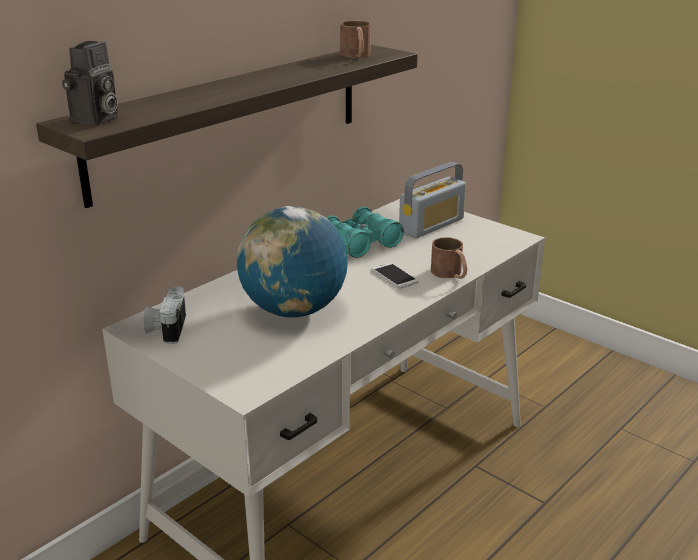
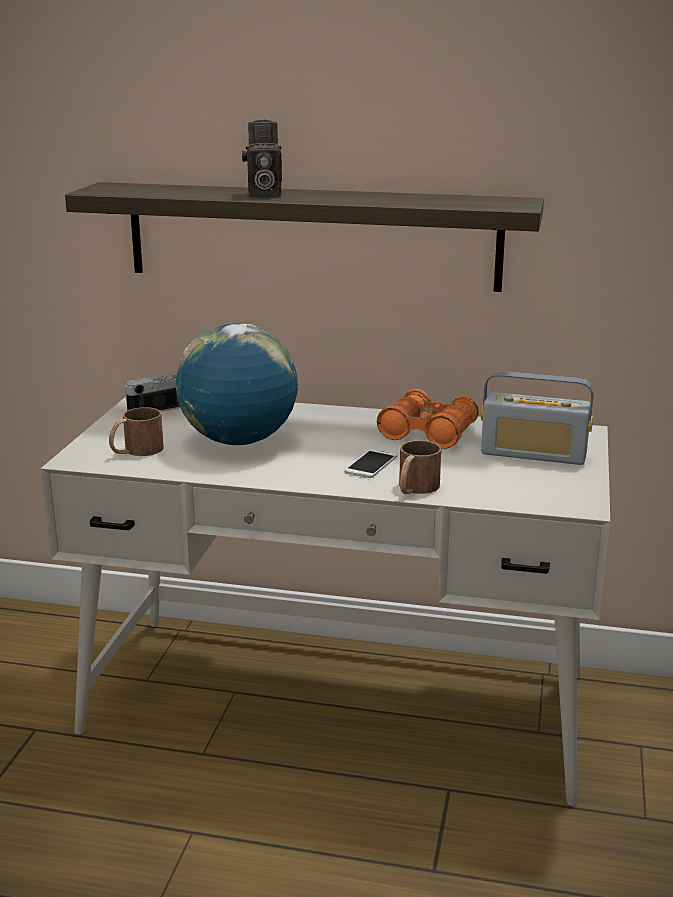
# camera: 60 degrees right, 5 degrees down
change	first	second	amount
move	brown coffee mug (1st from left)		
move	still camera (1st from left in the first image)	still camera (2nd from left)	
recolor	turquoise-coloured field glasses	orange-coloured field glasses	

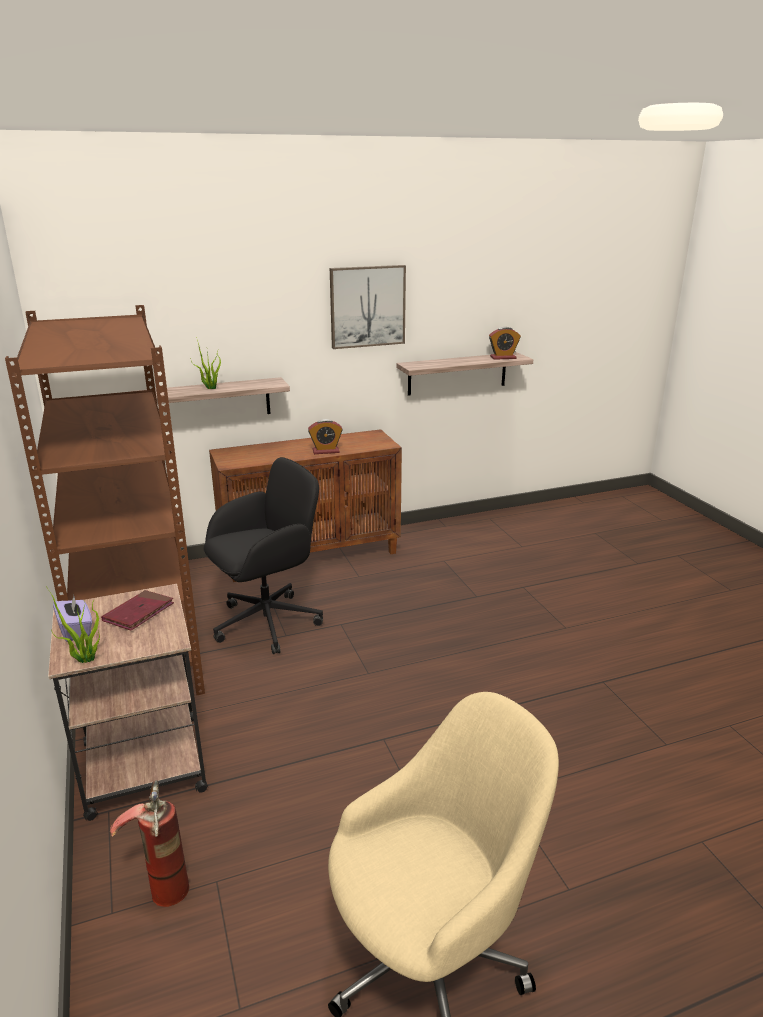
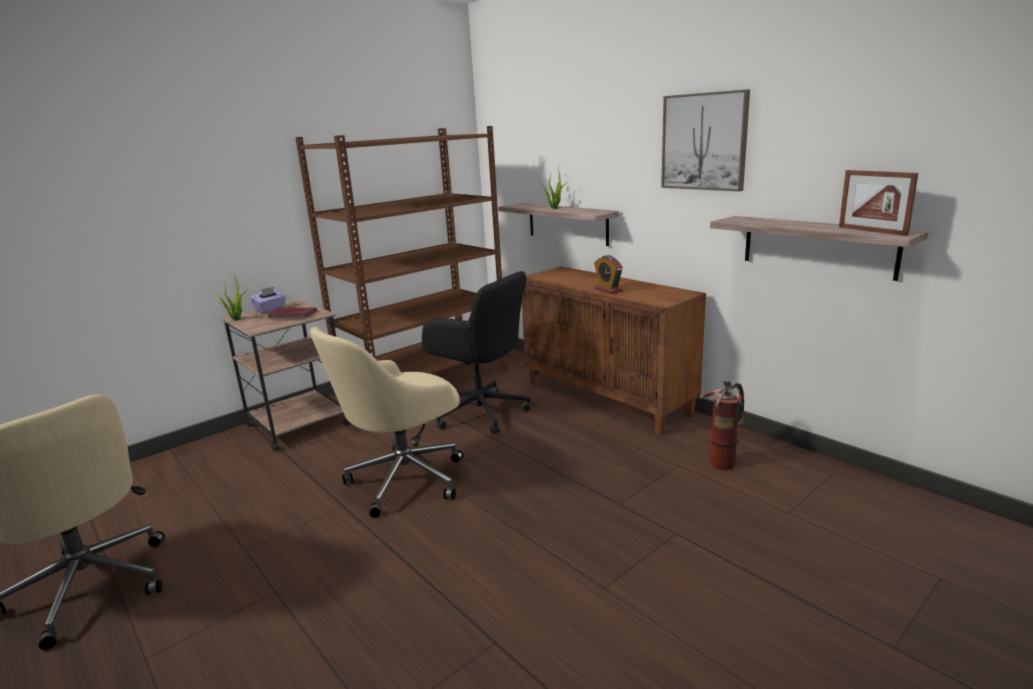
# camera: 70 degrees right, 5 degrees down
change	first	second	amount
replace	bedside clock (2nd from left)	photo frame	
move	extinguisher		
insert		beige-coloured desk chair (2nd from left)	

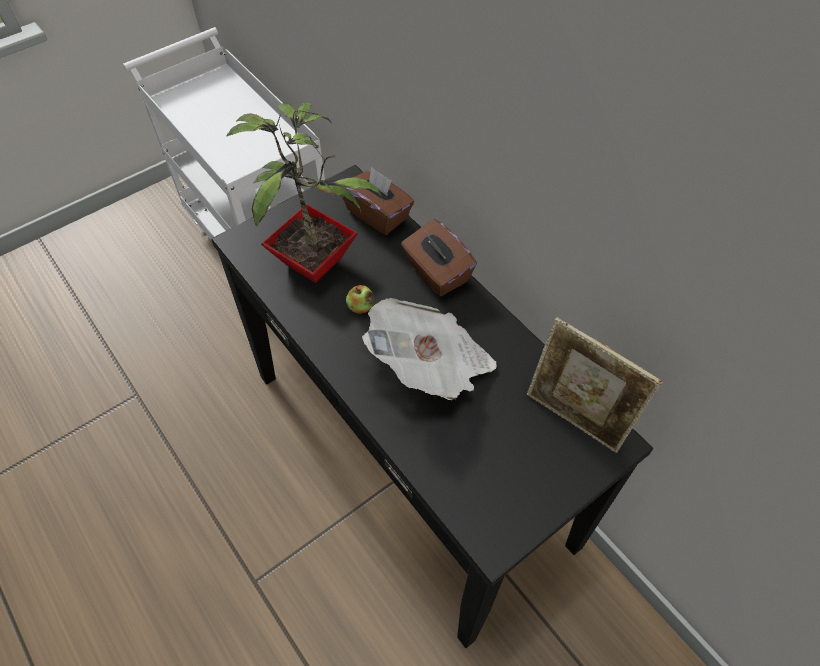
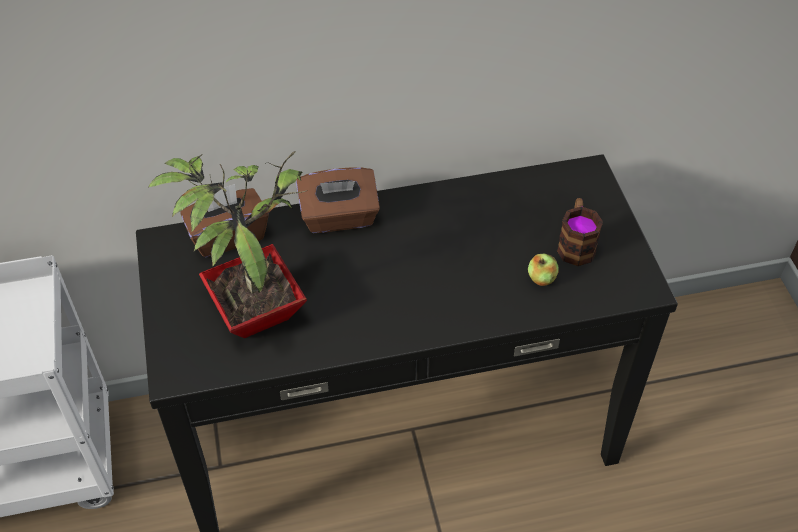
# camera: 65 degrees left, 5 degrees down
change	first	second	amount
move	whole apple		
delete	printed paper		
delete	photo frame		
insert		coffee mug	

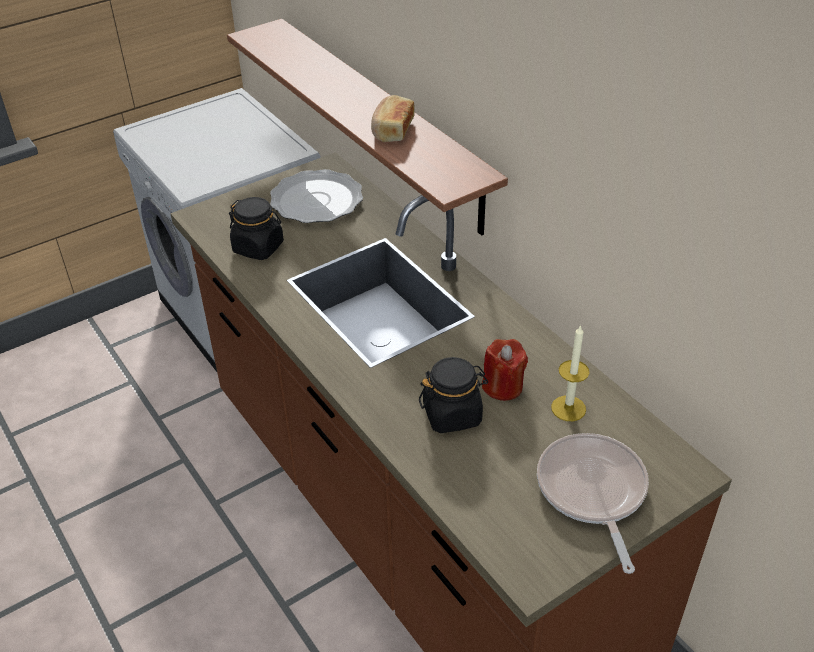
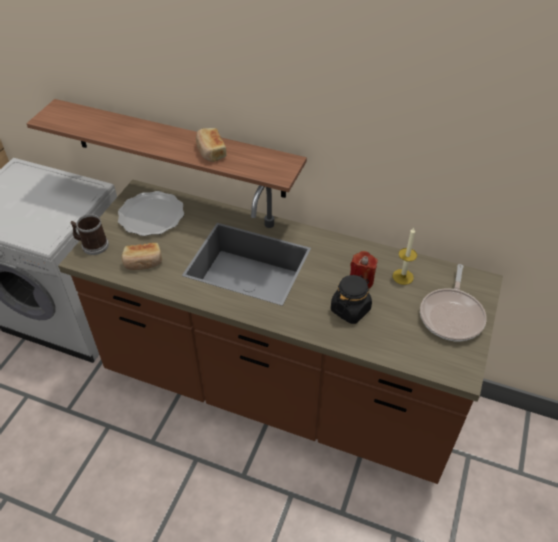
# camera: 35 degrees left, 5 degrees up
change	first	second	amount
replace	black preserve jar (1st from left)	baked bread (1st from left)	
rotate	frying pan		120 degrees counterclockwise
insert		coffee mug	

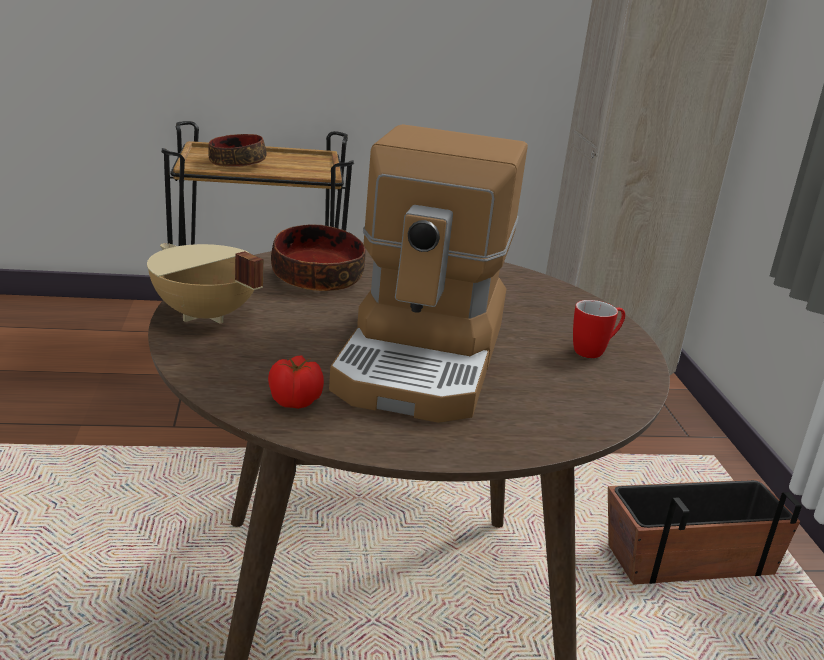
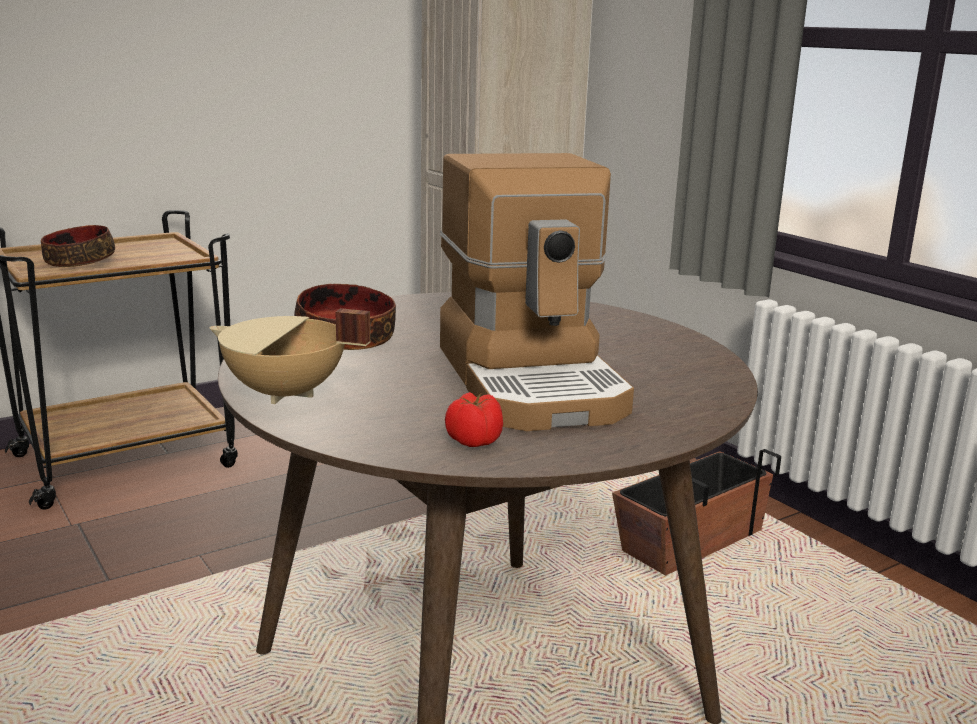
# camera: 25 degrees left, 5 degrees down
change	first	second	amount
delete	coffee mug		

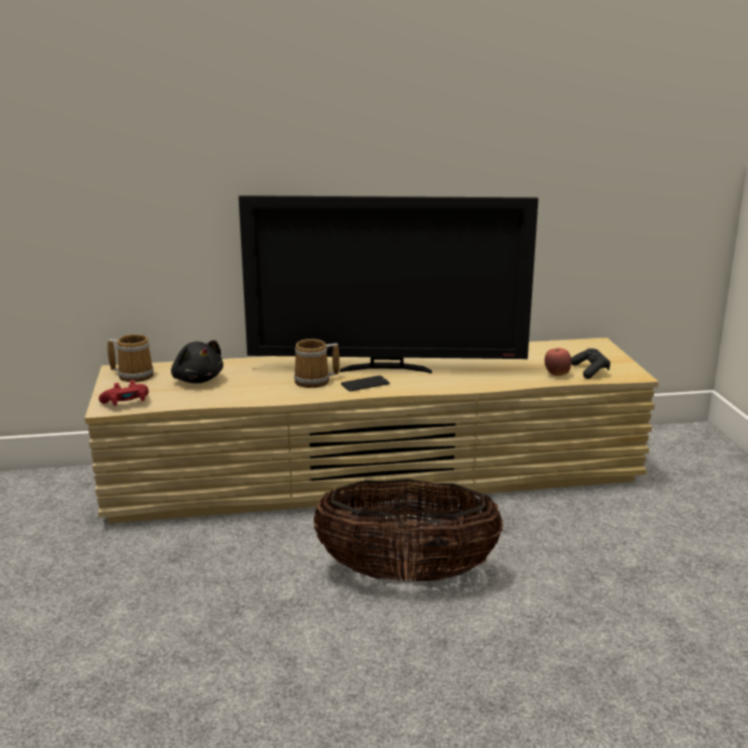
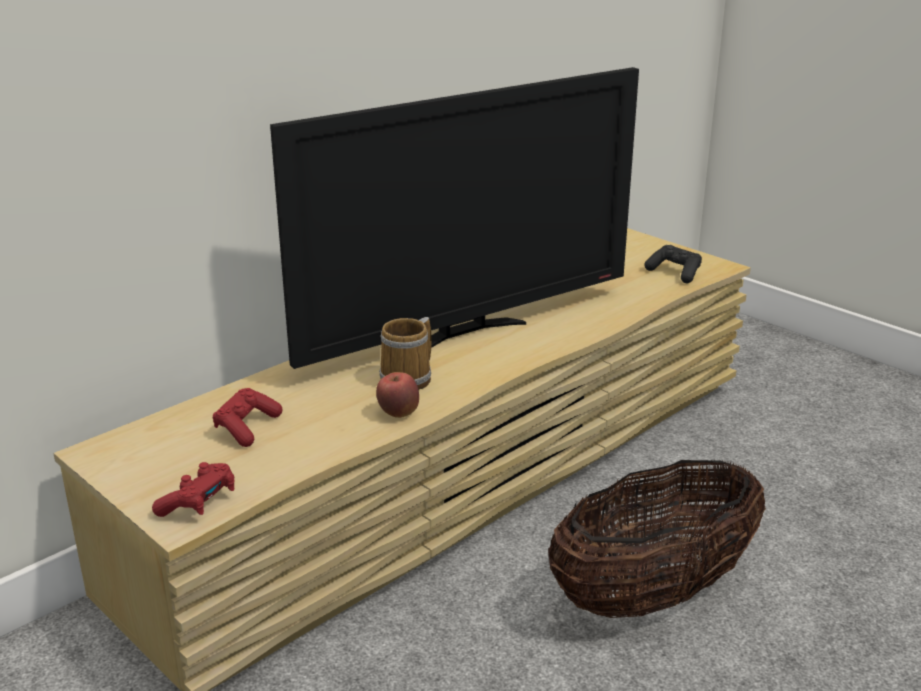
# camera: 35 degrees left, 5 degrees up
change	first	second	amount
delete	coffee mug (1st from left)		
replace	black soft toy	red joypad (2nd from left)	
move	whole apple		
delete	handset		

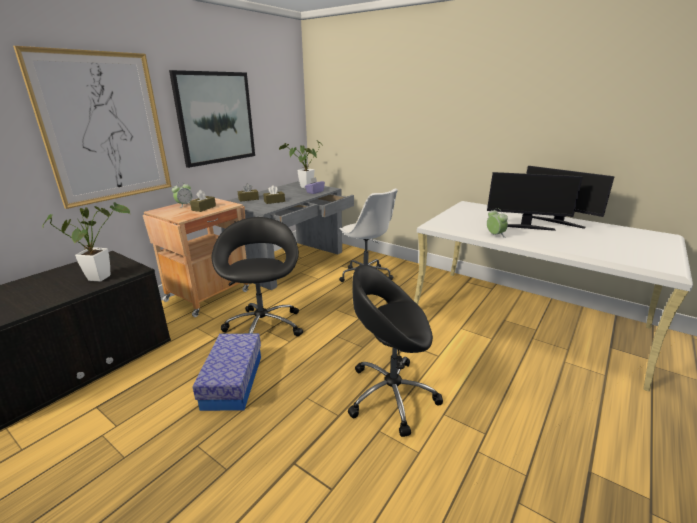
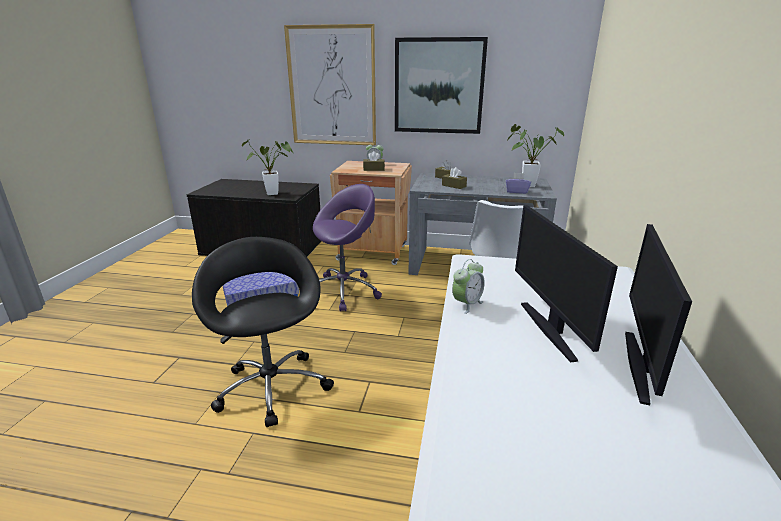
# camera: 65 degrees right, 0 degrees up
change	first	second	amount
recolor	black desk chair (1st from left)	purplish desk chair	

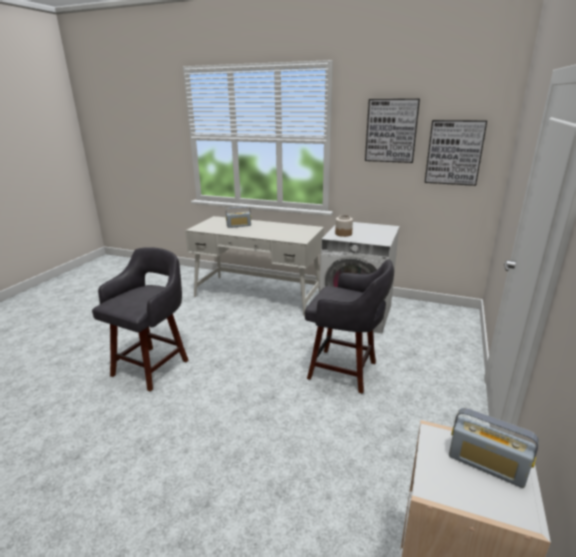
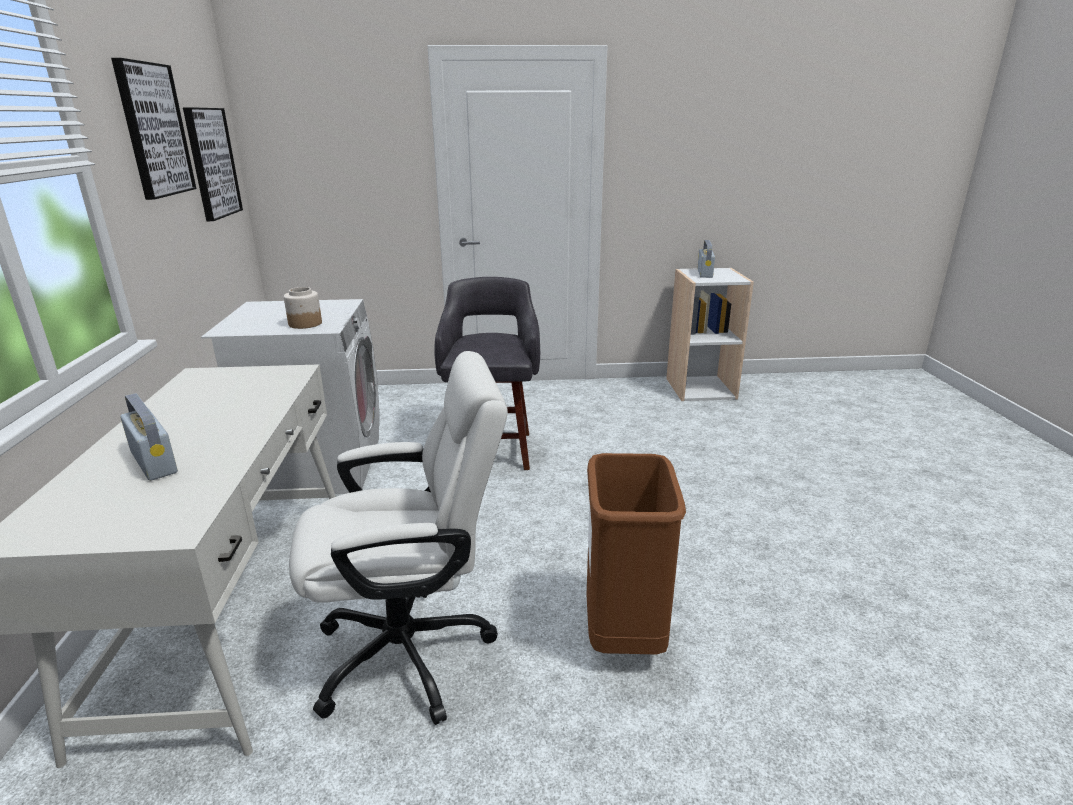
# camera: 115 degrees left, 0 degrees up
change	first	second	amount
replace	grey sitting stool (1st from left)	brown rubbish bin	
insert		white desk chair	

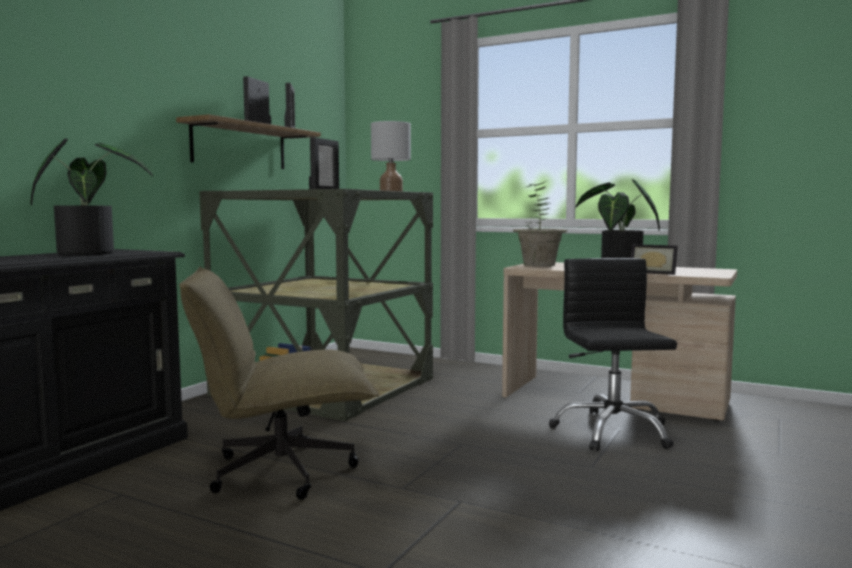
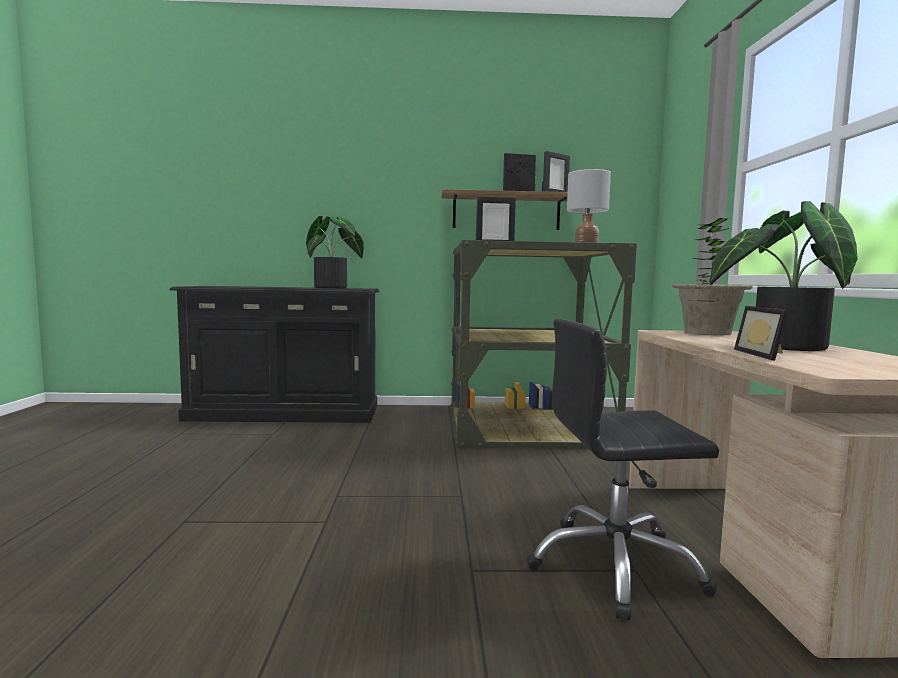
# camera: 60 degrees right, 0 degrees up
change	first	second	amount
rotate	black desk chair		150 degrees counterclockwise
delete	beige-coloured desk chair		

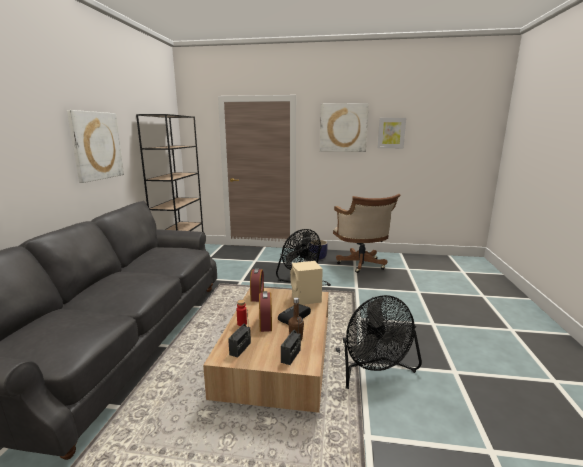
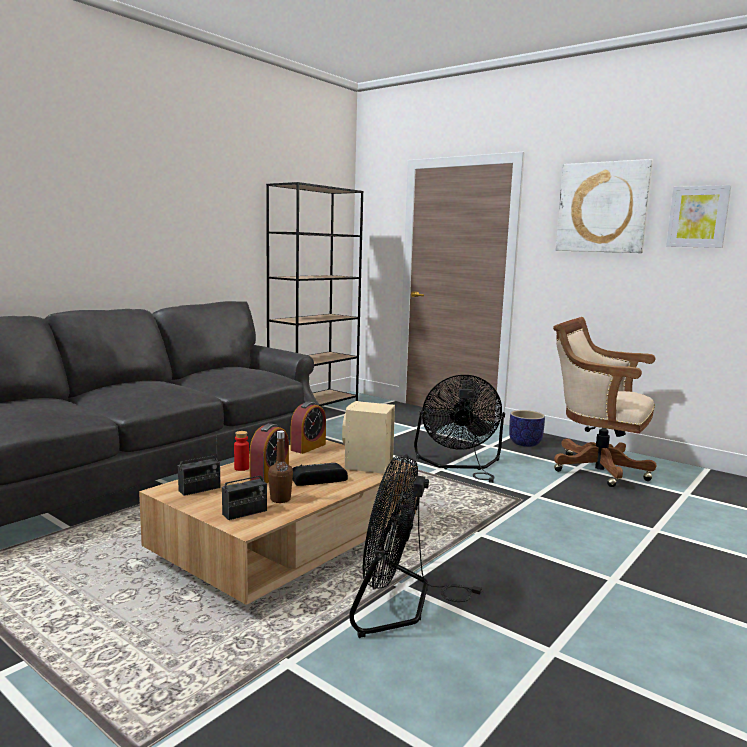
# camera: 30 degrees right, 5 degrees down
change	first	second	amount
delete	wall art (1st from left)		
rotate	desk chair		105 degrees clockwise
rotate	black electric fan (2nd from left in the first image)	black electric fan (1st from left)	90 degrees clockwise

